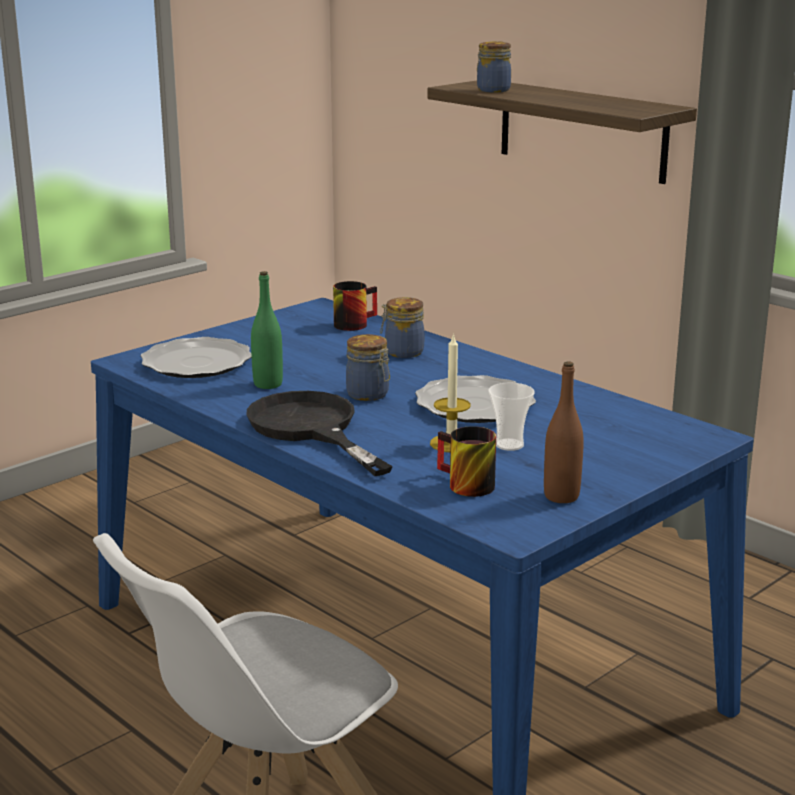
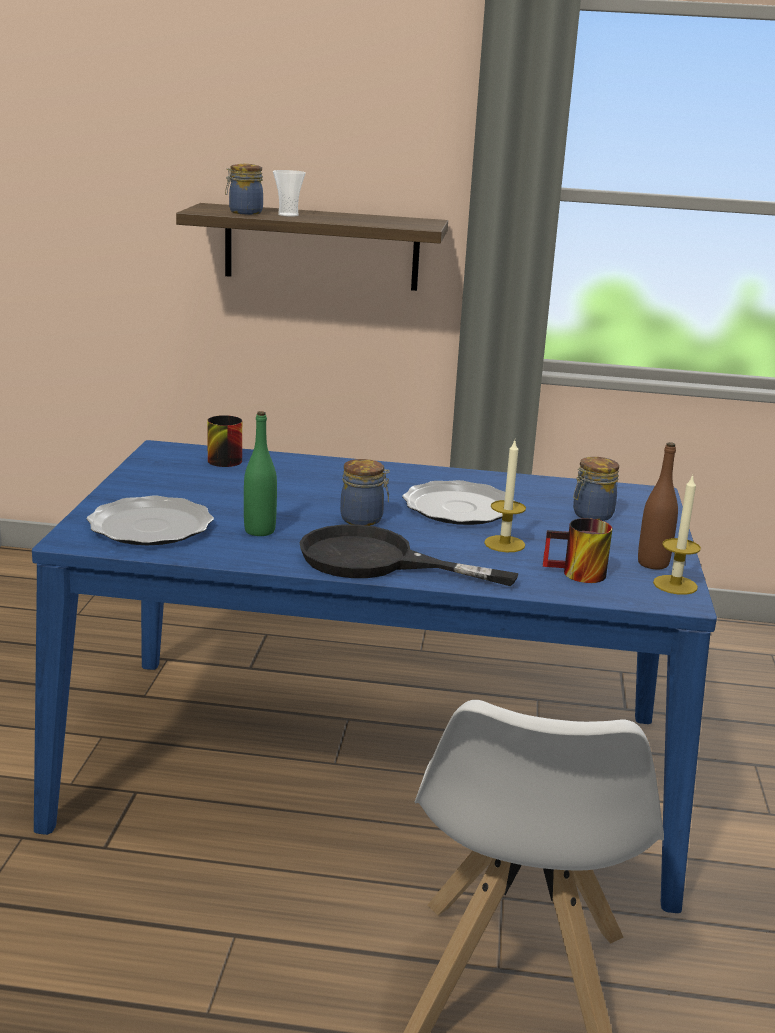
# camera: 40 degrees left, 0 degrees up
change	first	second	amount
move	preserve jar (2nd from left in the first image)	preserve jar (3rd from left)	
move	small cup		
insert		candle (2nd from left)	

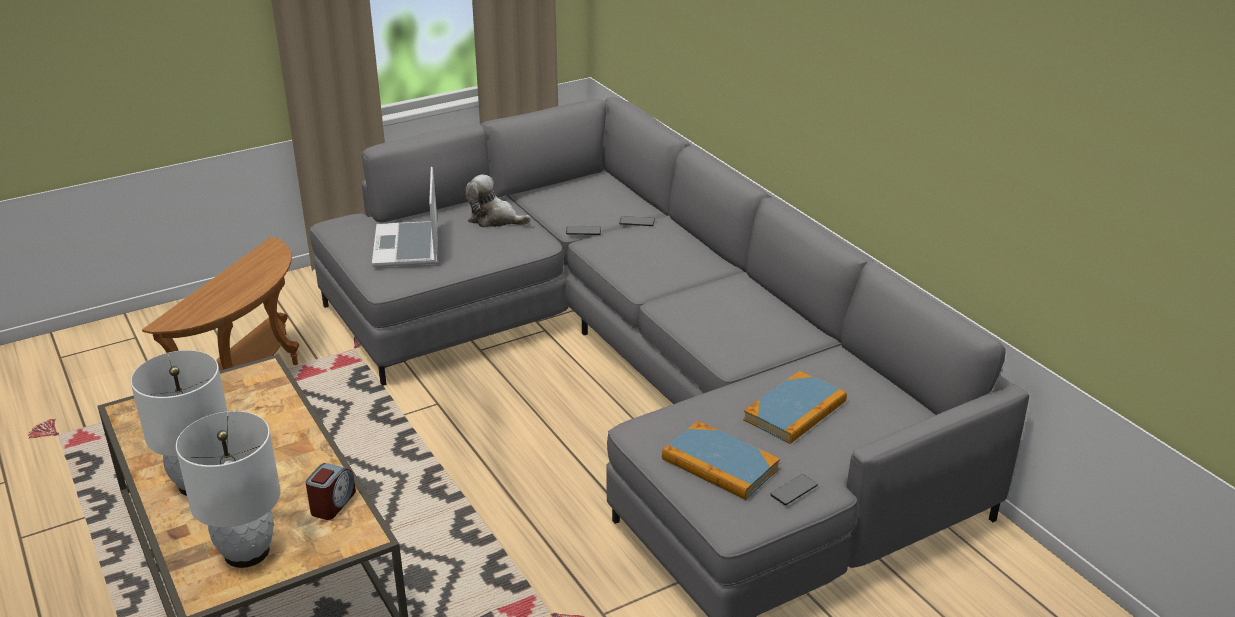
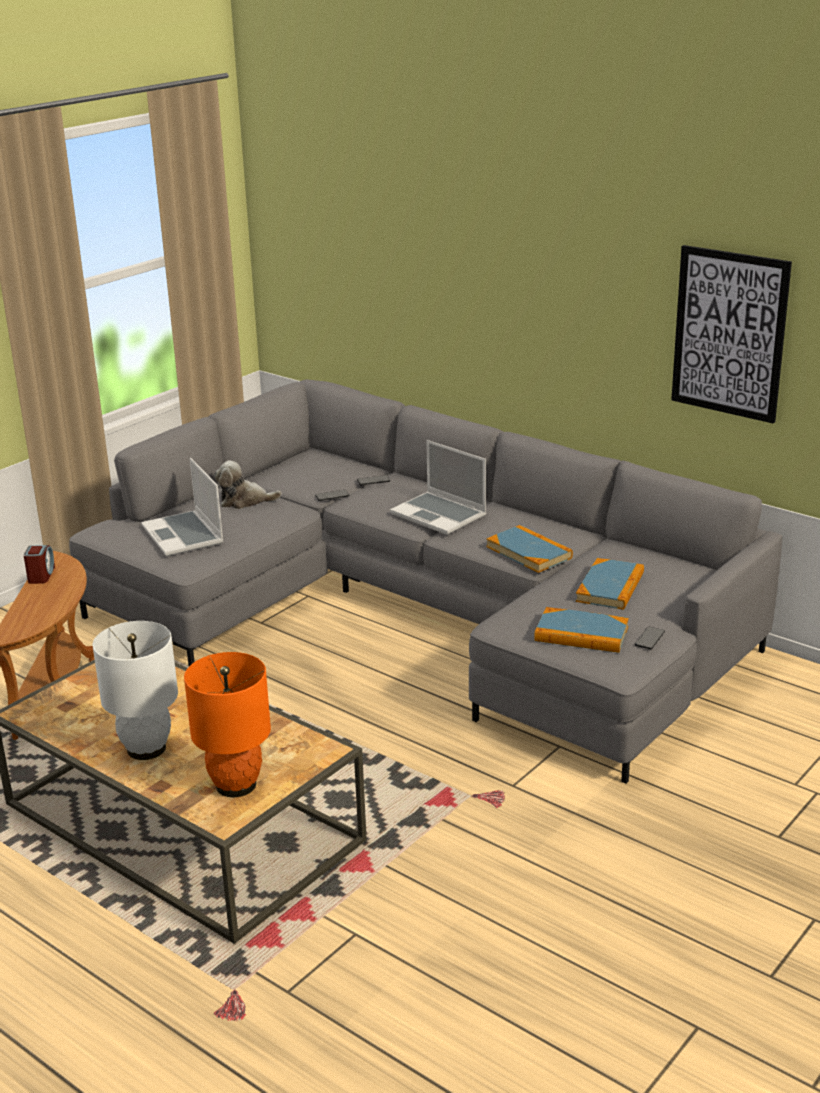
# camera: 20 degrees left, 5 degrees down
change	first	second	amount
recolor	white lamp for a table (2nd from left)	orange-coloured lamp for a table	
move	bedside clock		
insert		wall art	
insert		notebook computer (2nd from left)	
insert		bound book (1st from left)	

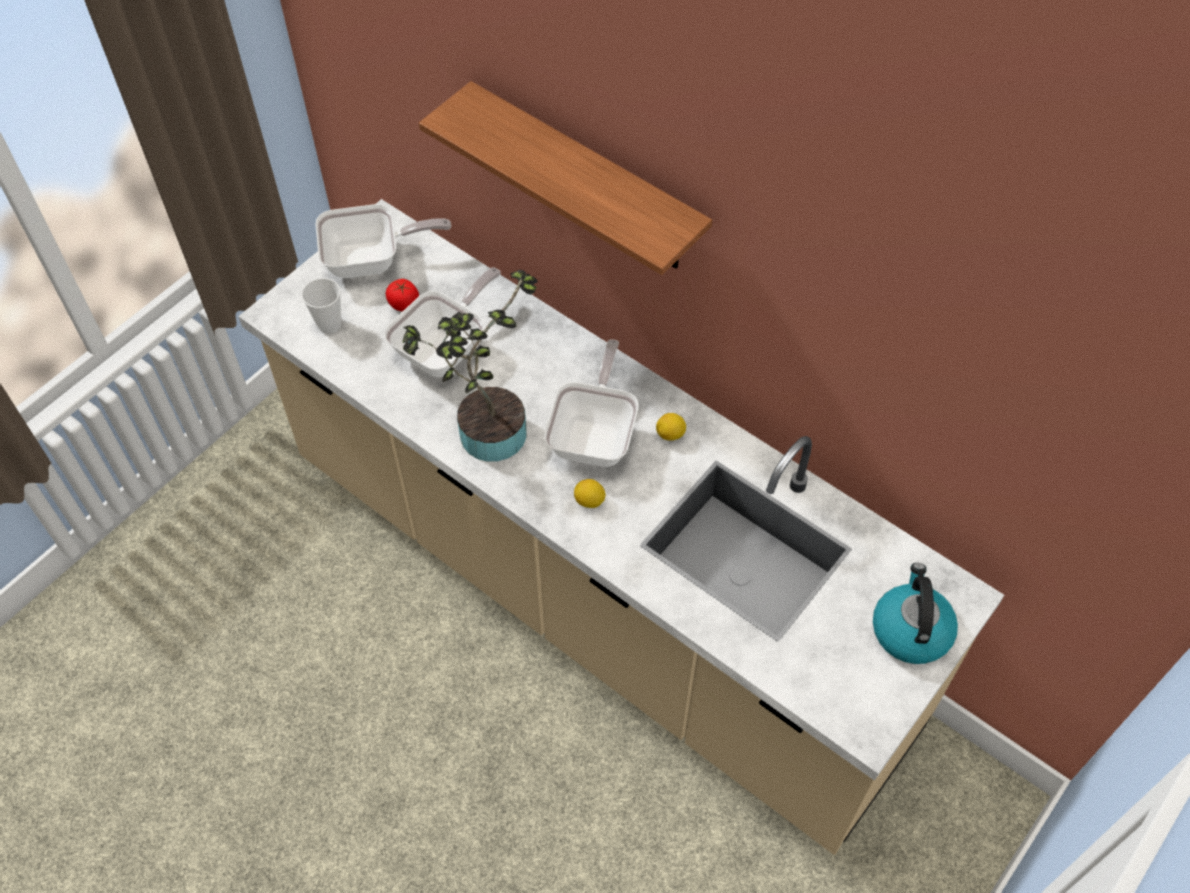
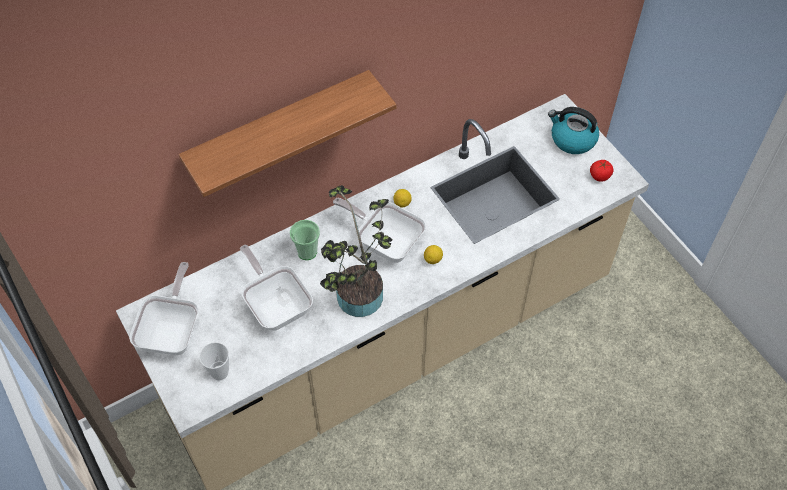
# camera: 70 degrees left, 0 degrees up
change	first	second	amount
move	fresh tomato		
insert		small cup (2nd from left)	

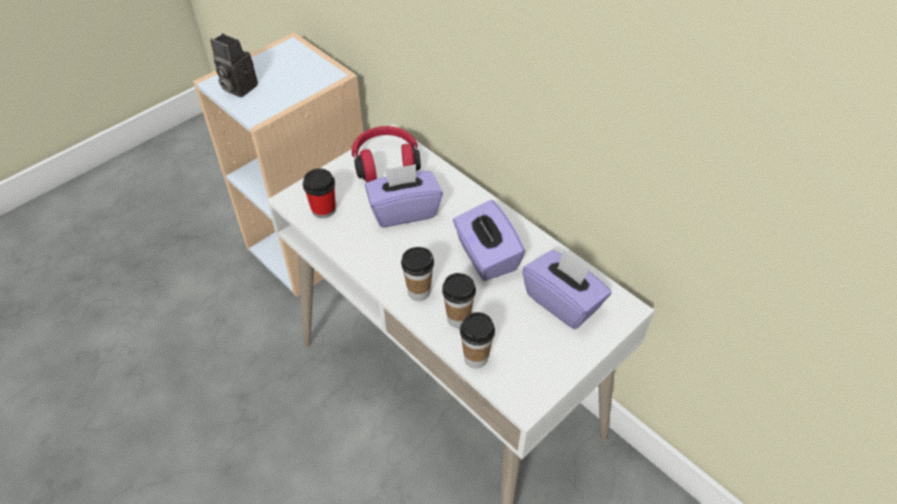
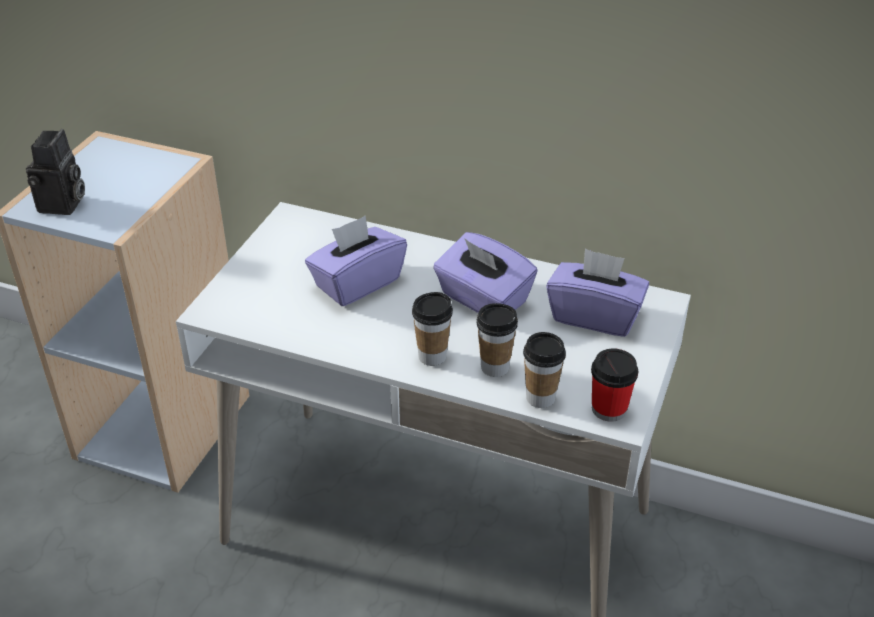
# camera: 25 degrees left, 10 degrees down
change	first	second	amount
rotate	still camera		90 degrees counterclockwise
delete	red headset		
move	small cup (1st from left in the first image)	small cup (4th from left)	

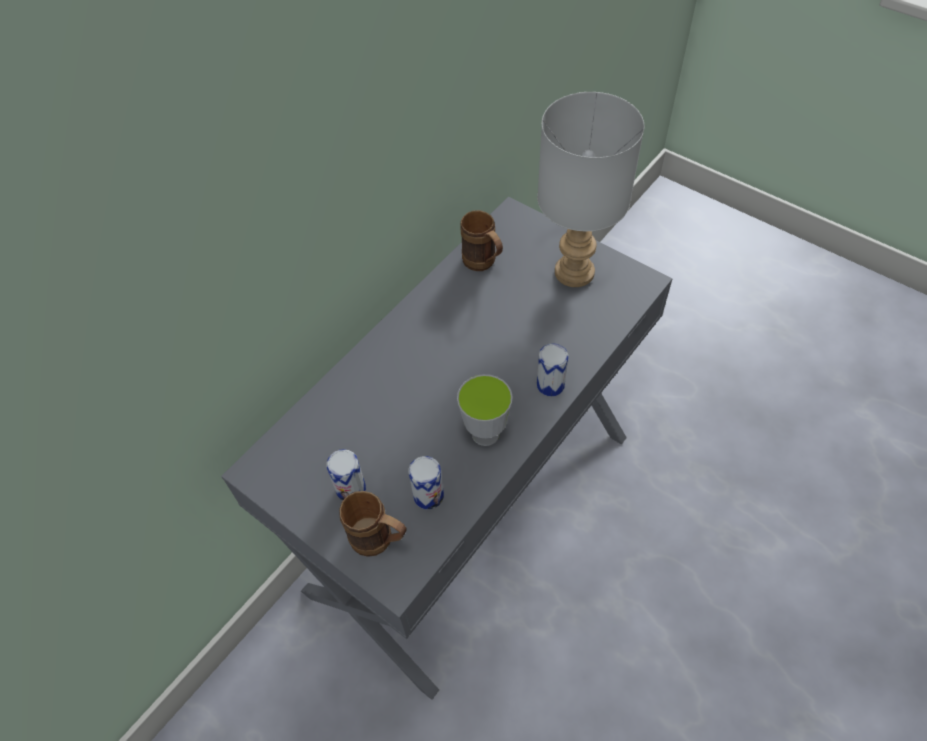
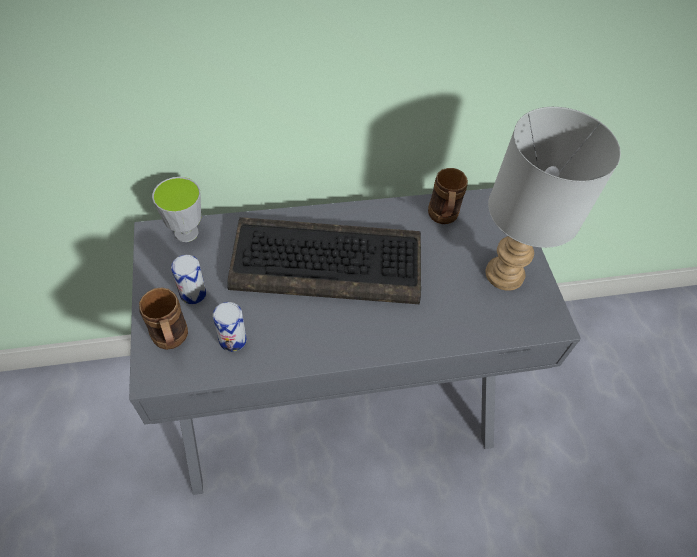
# camera: 35 degrees right, 0 degrees up
change	first	second	amount
delete	can (3rd from left)		
move	small cup		
insert		PC keyboard	

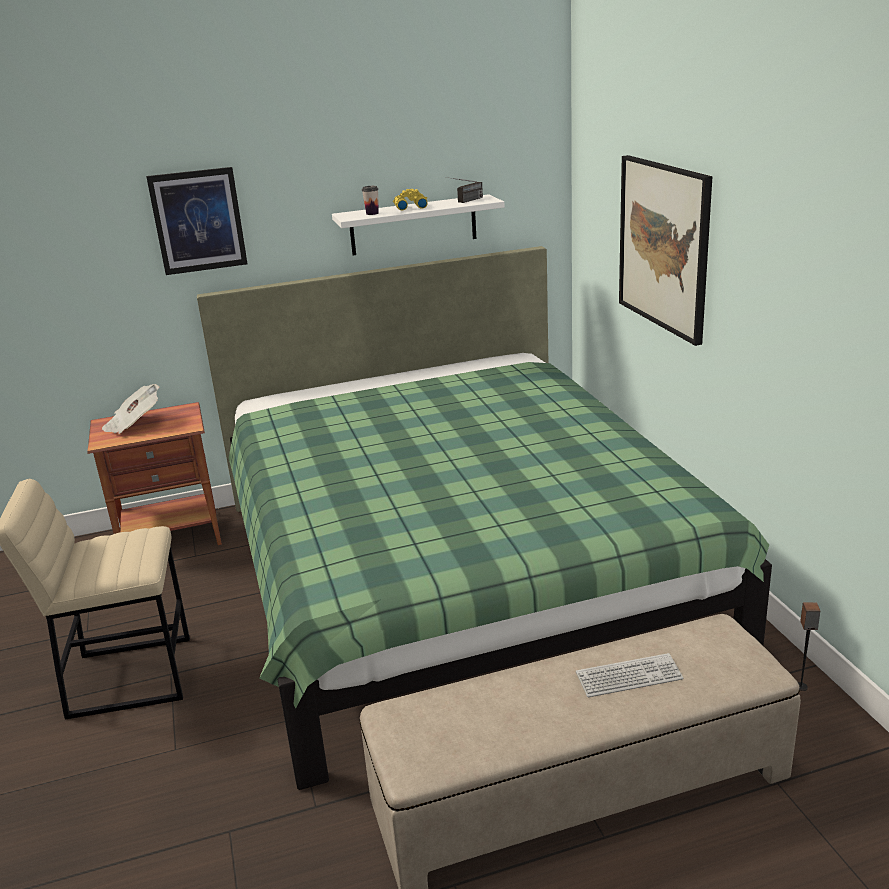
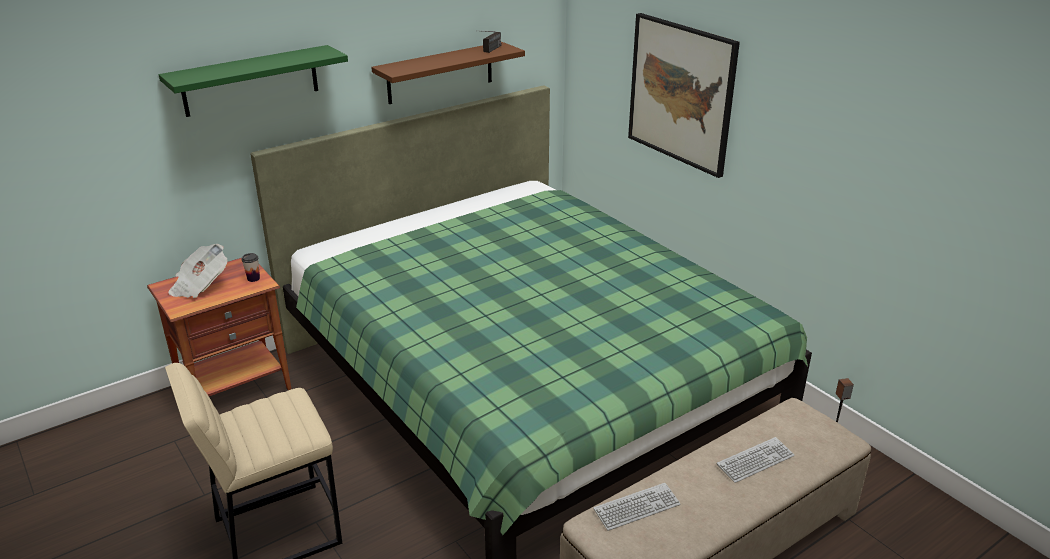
# camera: 20 degrees left, 5 degrees up
change	first	second	amount
replace	wall art (1st from left)	green-coloured wall shelf	
move	small cup		
delete	yellow-coloured field glasses		
recolor	white wall shelf	brown wall shelf	
insert		PC keyboard (1st from left)	

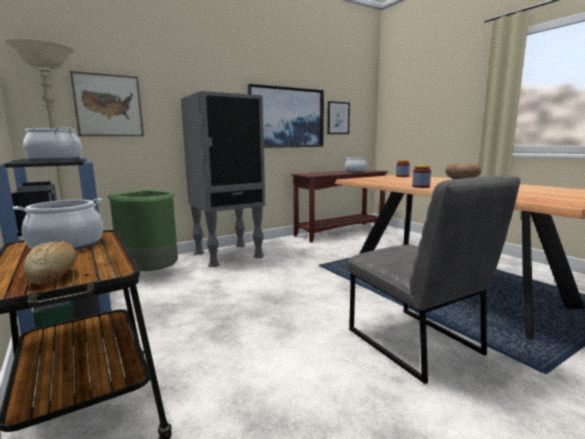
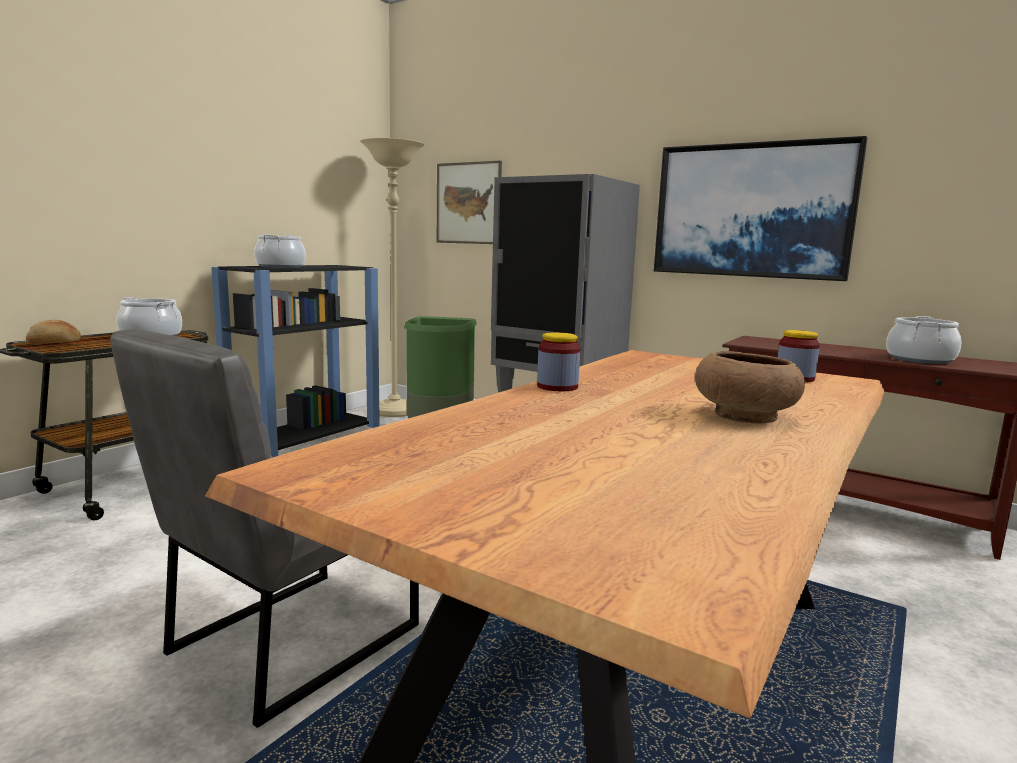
# camera: 65 degrees right, 0 degrees up
change	first	second	amount
delete	wall art (3rd from left)		

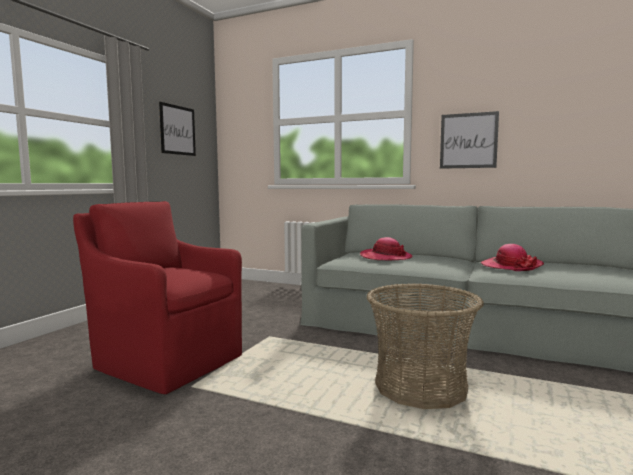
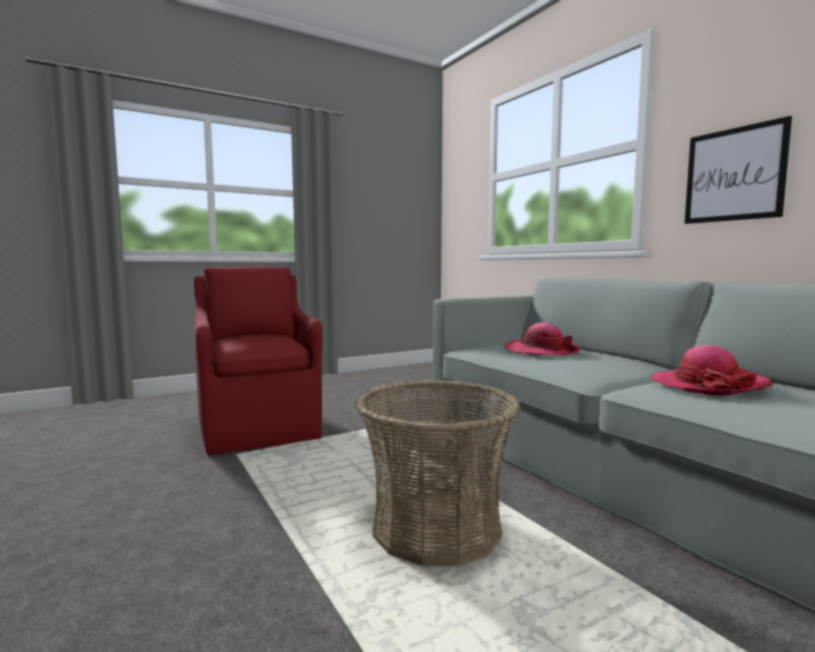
# camera: 35 degrees right, 0 degrees up
change	first	second	amount
delete	wall art (1st from left)		

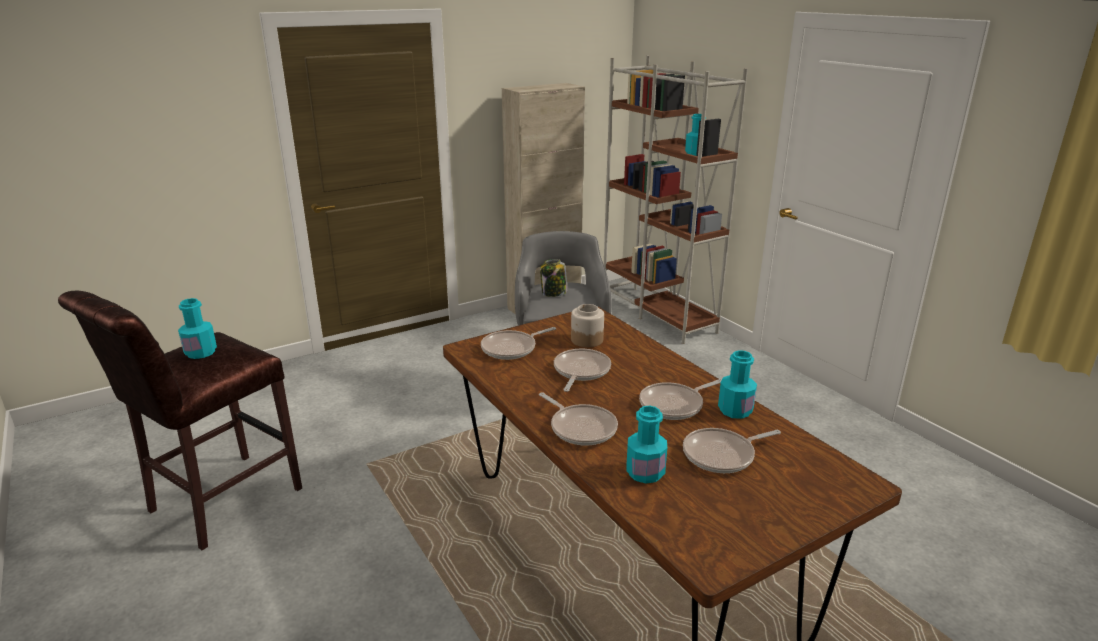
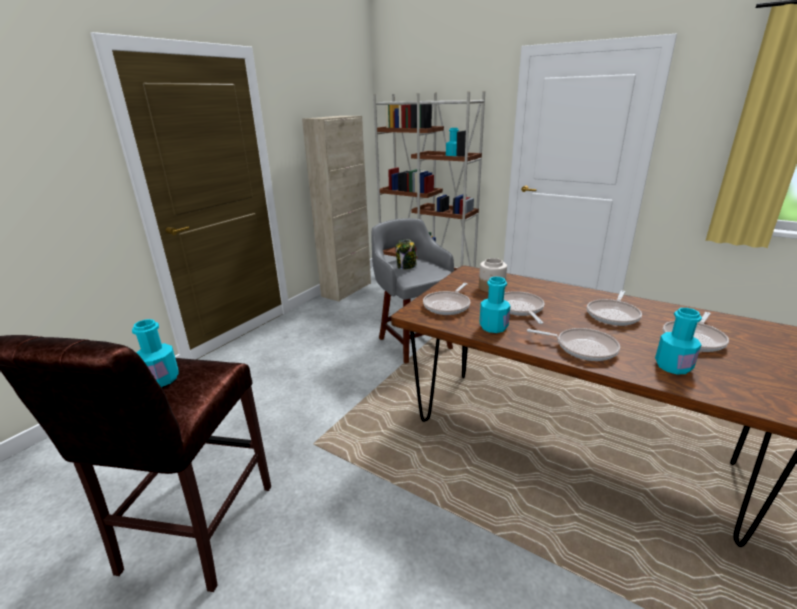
# camera: 25 degrees left, 0 degrees up
change	first	second	amount
move	turquoise-coloured beverage bottle (4th from left in the first image)	turquoise-coloured beverage bottle (3rd from left)	

